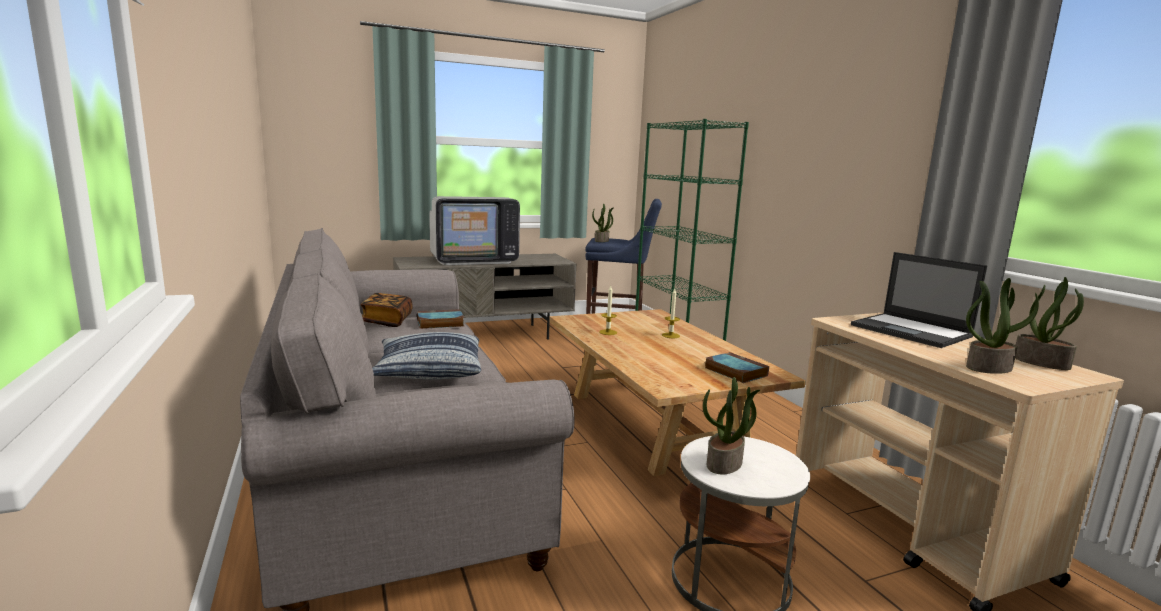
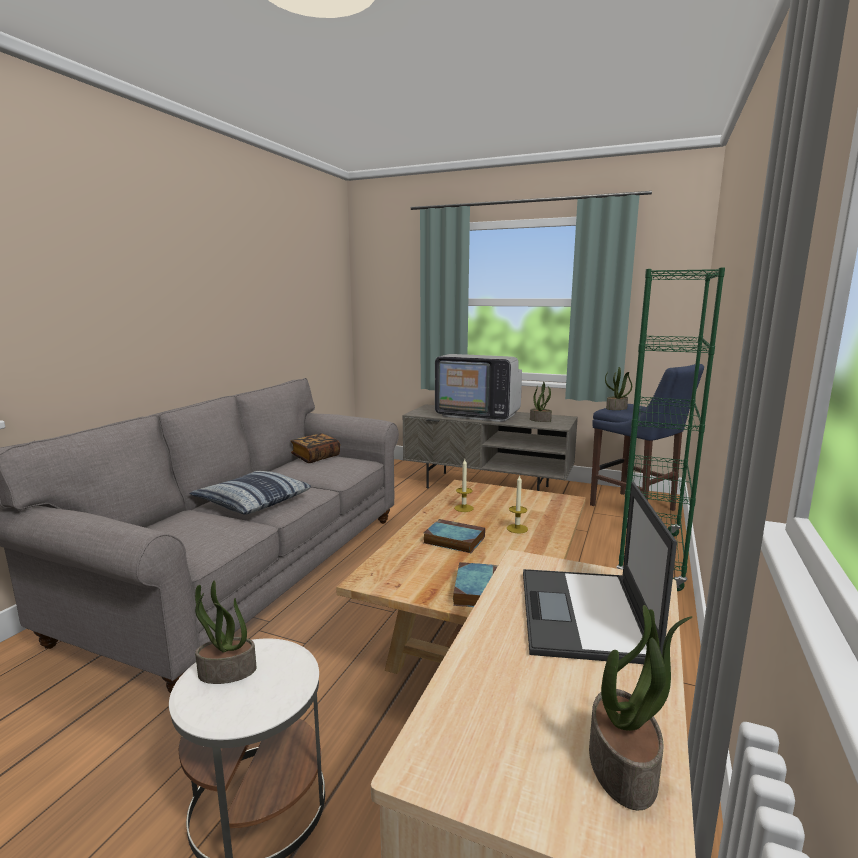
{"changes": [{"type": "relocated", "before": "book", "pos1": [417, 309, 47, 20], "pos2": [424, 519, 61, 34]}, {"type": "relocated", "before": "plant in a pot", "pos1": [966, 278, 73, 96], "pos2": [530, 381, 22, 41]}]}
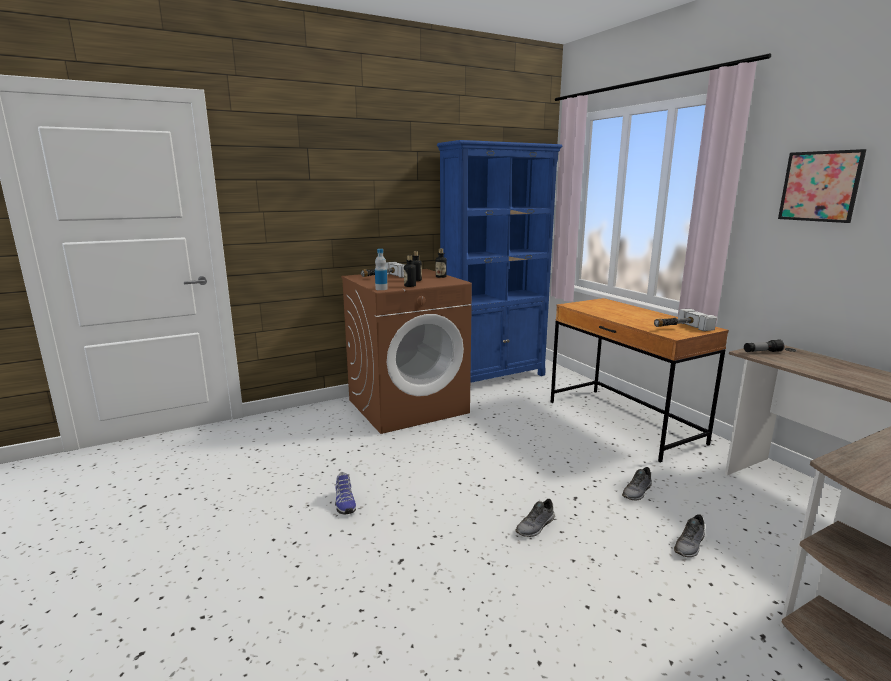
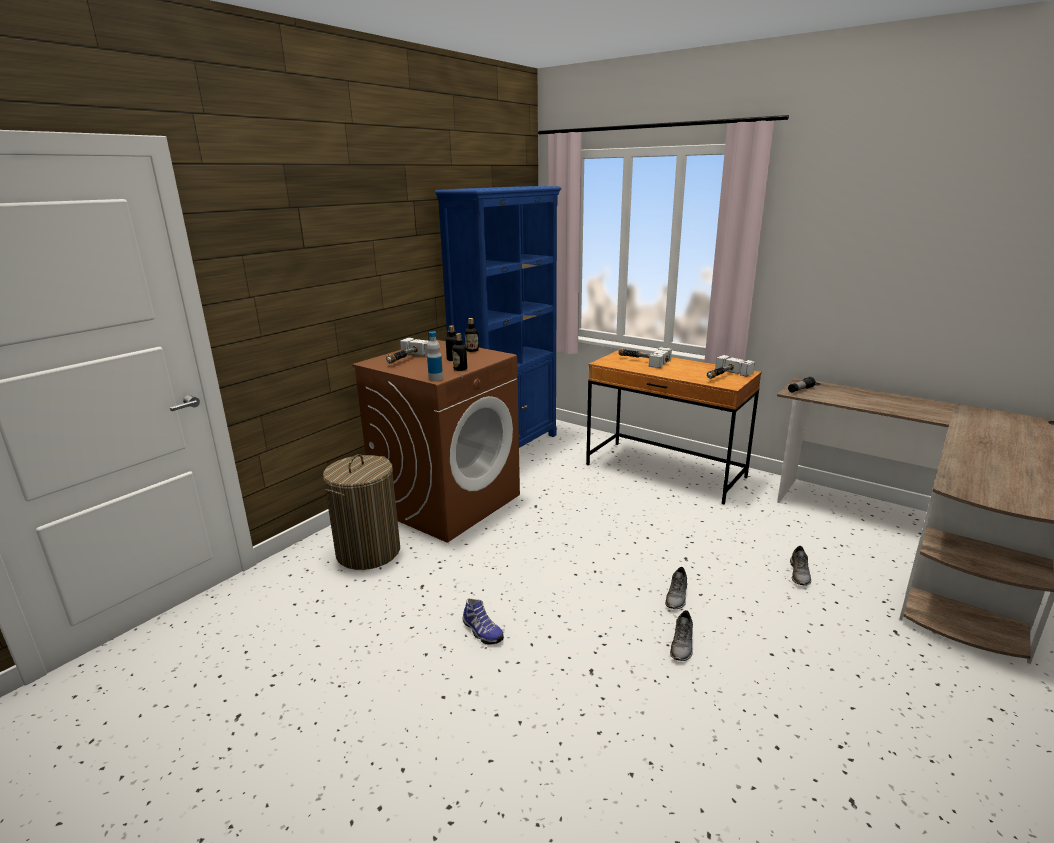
{"changes": [{"type": "missing", "before": "wall art", "pos1": [778, 149, 88, 74]}, {"type": "appeared", "after": "washing basket", "pos2": [323, 454, 77, 116]}, {"type": "appeared", "after": "hammer", "pos2": [618, 347, 54, 21]}, {"type": "relocated", "before": "low shoe/gray", "pos1": [622, 467, 30, 33], "pos2": [670, 610, 23, 51]}]}
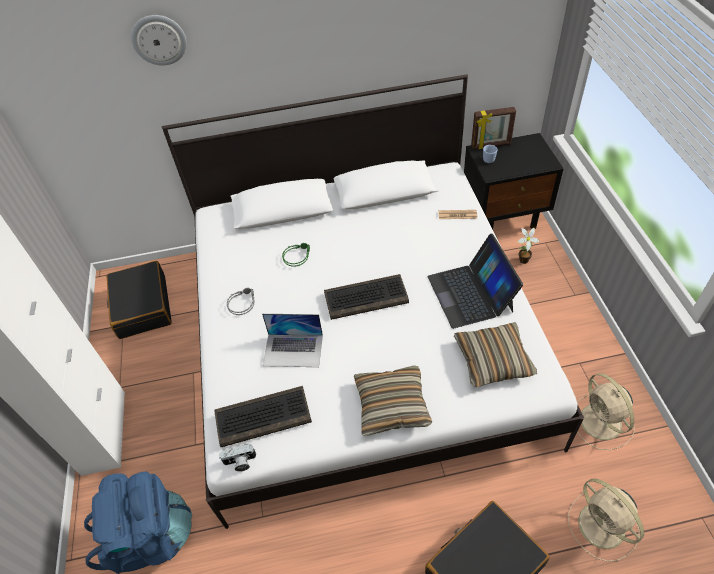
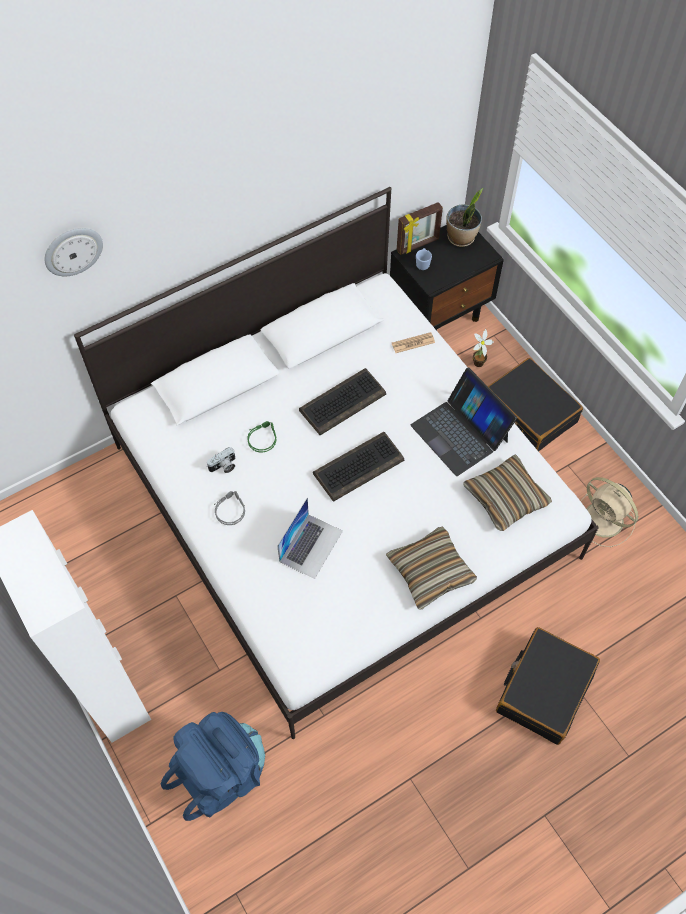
{"changes": [{"type": "missing", "before": "electric fan/beige", "pos1": [568, 478, 76, 84]}, {"type": "appeared", "after": "plant in a pot", "pos2": [446, 188, 37, 59]}, {"type": "relocated", "before": "piece of luggage/blackish", "pos1": [106, 261, 66, 78], "pos2": [488, 358, 95, 94]}, {"type": "relocated", "before": "PC keyboard", "pos1": [214, 386, 98, 61], "pos2": [299, 368, 87, 67]}, {"type": "relocated", "before": "photo camera", "pos1": [219, 444, 37, 28], "pos2": [207, 447, 28, 26]}, {"type": "spun", "before": "notebook computer", "pos1": [262, 314, 61, 53], "pos2": [277, 498, 66, 81], "turn": -45}]}
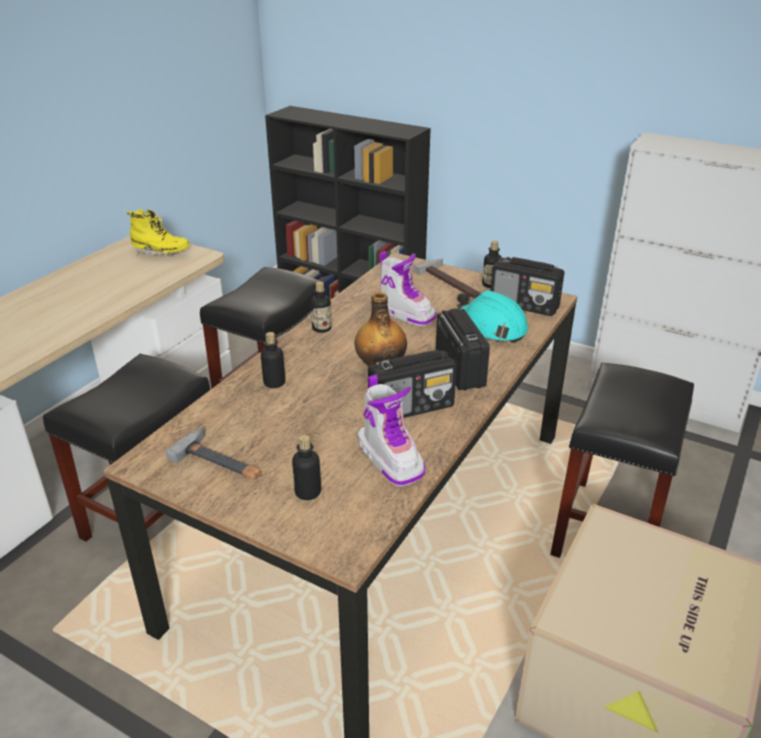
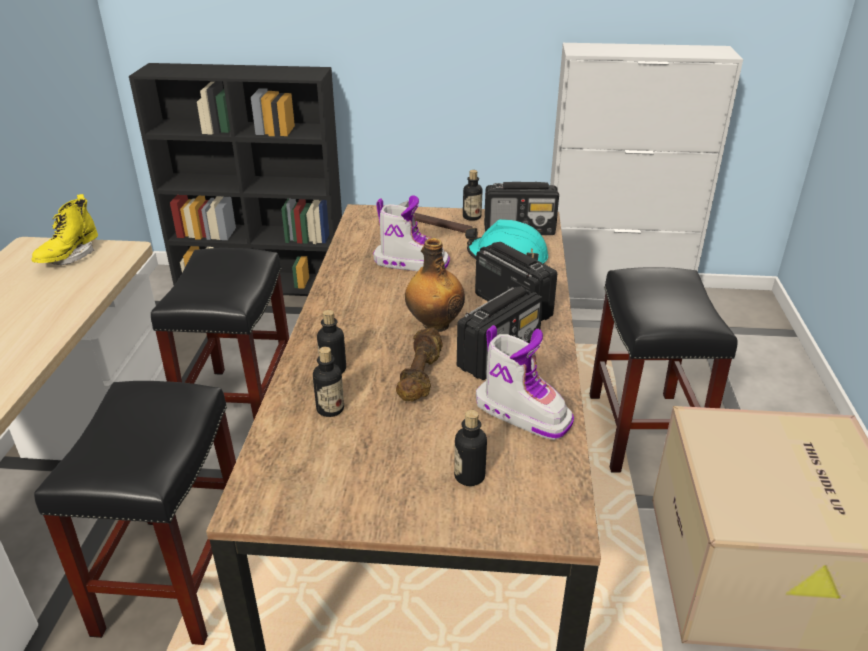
{"changes": [{"type": "missing", "before": "hammer", "pos1": [166, 427, 96, 53]}, {"type": "appeared", "after": "dumbbell/brownish", "pos2": [396, 327, 46, 75]}, {"type": "relocated", "before": "beverage bottle", "pos1": [311, 281, 21, 52], "pos2": [313, 347, 31, 70]}, {"type": "spun", "before": "boot/yellow-coloured", "pos1": [127, 209, 63, 47], "pos2": [31, 194, 67, 71], "turn": 120}]}
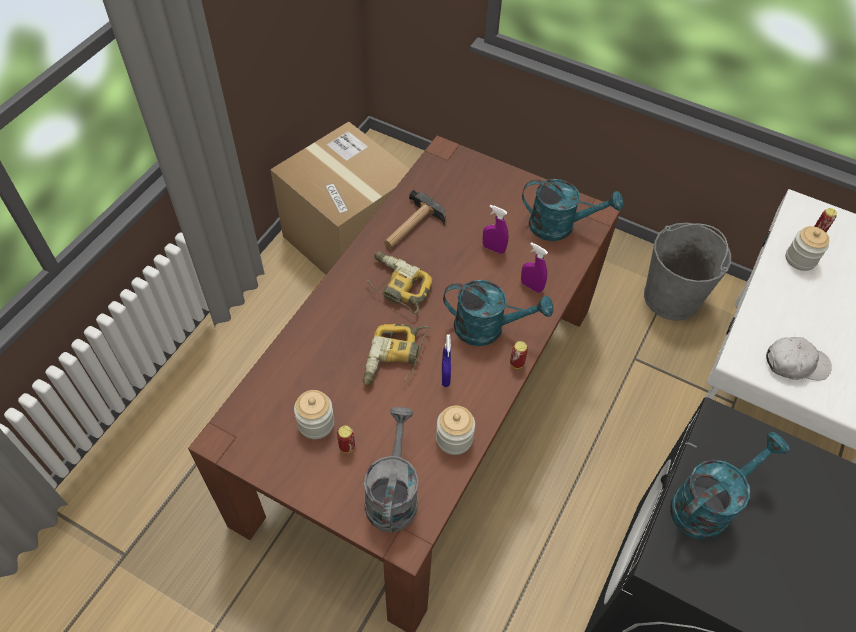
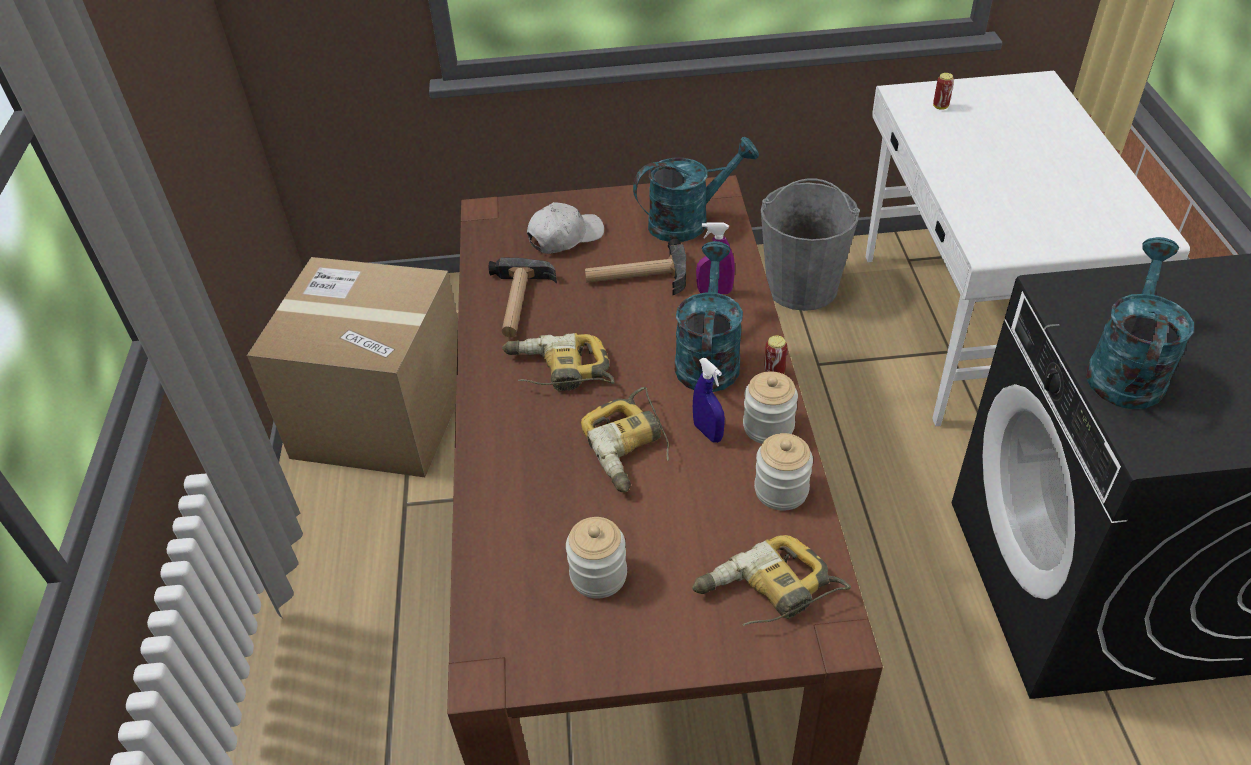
{"changes": [{"type": "missing", "before": "sealed can", "pos1": [337, 425, 18, 28]}, {"type": "relocated", "before": "cap/whitish", "pos1": [766, 337, 66, 44], "pos2": [527, 202, 77, 52]}, {"type": "relocated", "before": "storage jar", "pos1": [786, 226, 43, 45], "pos2": [743, 371, 55, 73]}, {"type": "exchanged", "before": "sprinkling can/gray", "after": "power drill", "pos1": [364, 407, 55, 125], "pos2": [692, 535, 159, 91]}, {"type": "exchanged", "before": "sprayer/purple", "after": "hammer", "pos1": [483, 205, 26, 49], "pos2": [585, 239, 101, 56]}, {"type": "spun", "before": "sprinkling can/turquoise-coloured", "pos1": [443, 280, 110, 66], "pos2": [675, 241, 68, 151], "turn": -60}]}
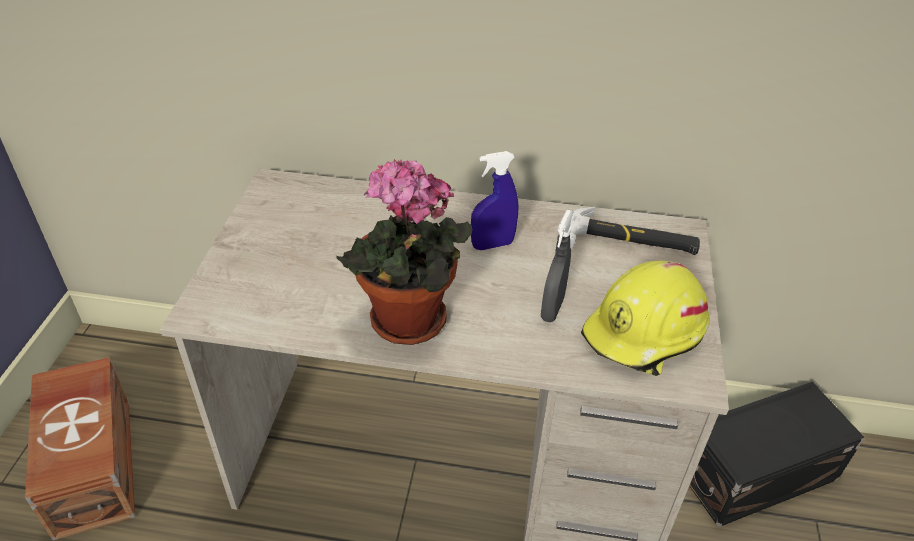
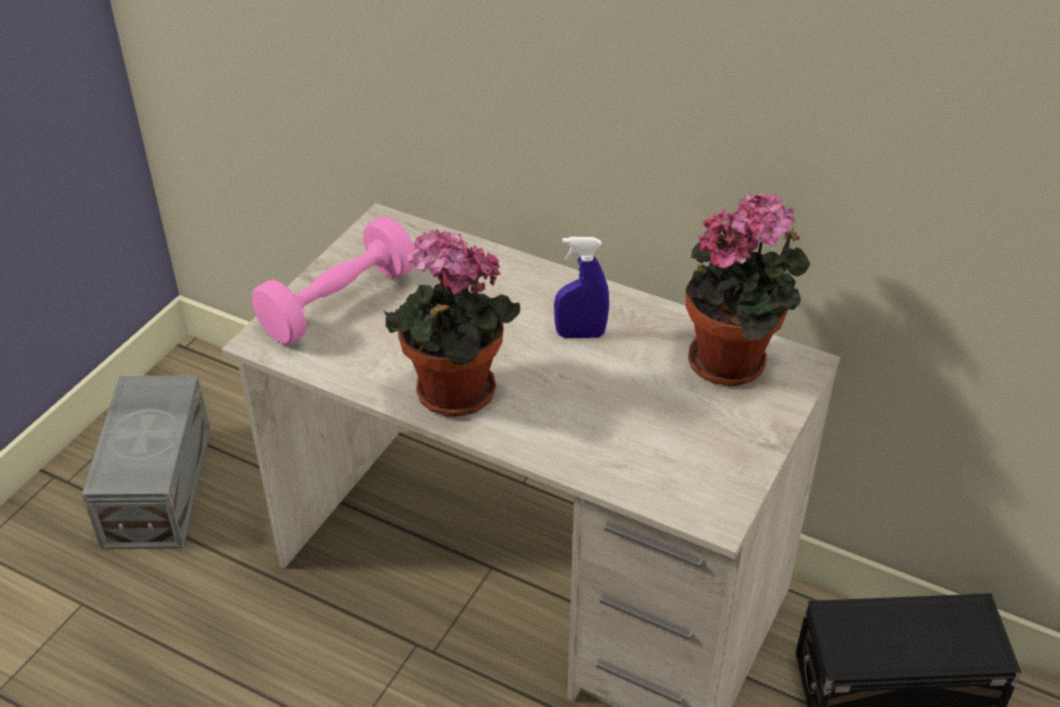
{"changes": [{"type": "missing", "before": "sprayer/gray", "pos1": [541, 209, 33, 113]}, {"type": "missing", "before": "hard hat/yellow-coloured", "pos1": [581, 261, 129, 115]}, {"type": "appeared", "after": "dumbbell/pink", "pos2": [252, 216, 163, 128]}, {"type": "exchanged", "before": "hammer", "after": "plant in a pot", "pos1": [570, 207, 130, 48], "pos2": [686, 192, 124, 194]}, {"type": "colour", "before": "storage bin/brownish", "after": "storage bin/gray", "pos1": [25, 357, 110, 183], "pos2": [82, 375, 129, 174]}]}
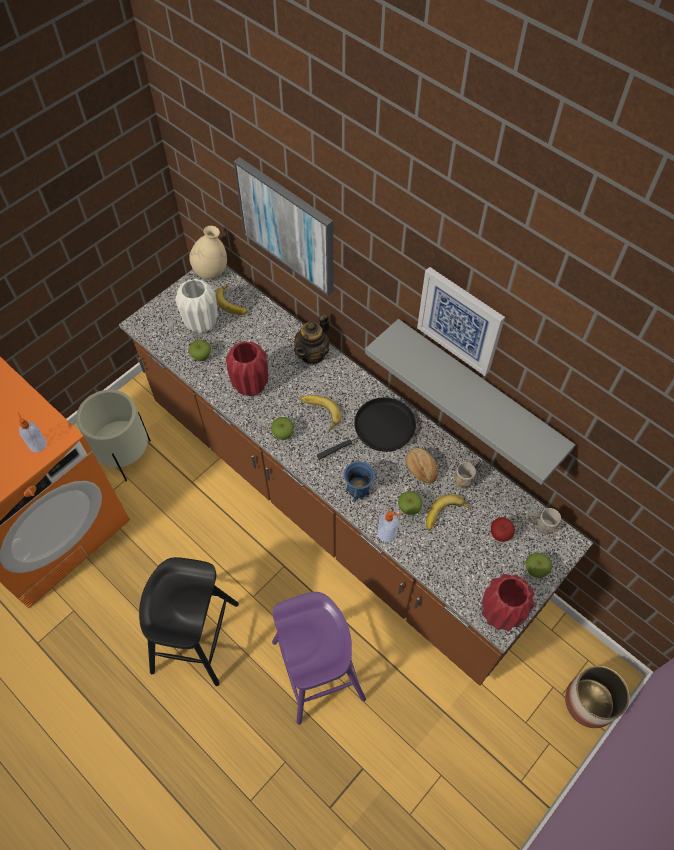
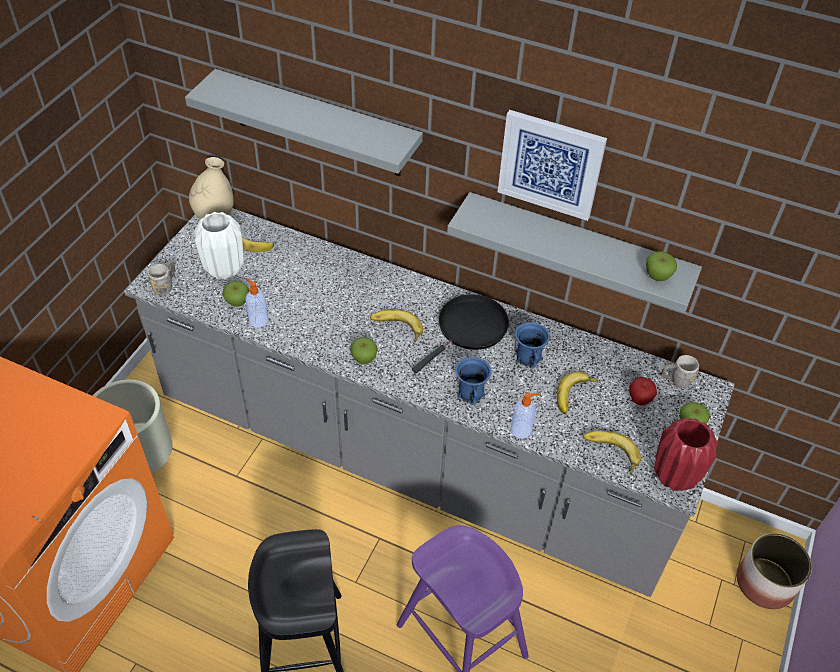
{"changes": [{"type": "missing", "before": "vase/red", "pos1": [226, 341, 42, 55]}, {"type": "missing", "before": "teapot", "pos1": [293, 314, 37, 51]}, {"type": "appeared", "after": "banana", "pos2": [583, 431, 58, 43]}, {"type": "relocated", "before": "liquid soap bottle", "pos1": [18, 412, 29, 40], "pos2": [245, 277, 24, 51]}, {"type": "relocated", "before": "whole apple", "pos1": [398, 491, 25, 24], "pos2": [646, 251, 31, 30]}, {"type": "relocated", "before": "coffee mug/gray", "pos1": [454, 460, 26, 29], "pos2": [148, 261, 27, 34]}, {"type": "exchanged", "before": "wall art", "after": "shelf/gray", "pos1": [233, 157, 101, 139], "pos2": [185, 69, 238, 107]}, {"type": "exchanged", "before": "bakery bread", "after": "coffee mug/blue-coloured", "pos1": [405, 448, 33, 35], "pos2": [515, 322, 35, 46]}, {"type": "colour", "before": "kitchen counter/brownish", "after": "kitchen counter/gray", "pos1": [119, 266, 474, 420], "pos2": [124, 208, 611, 389]}]}
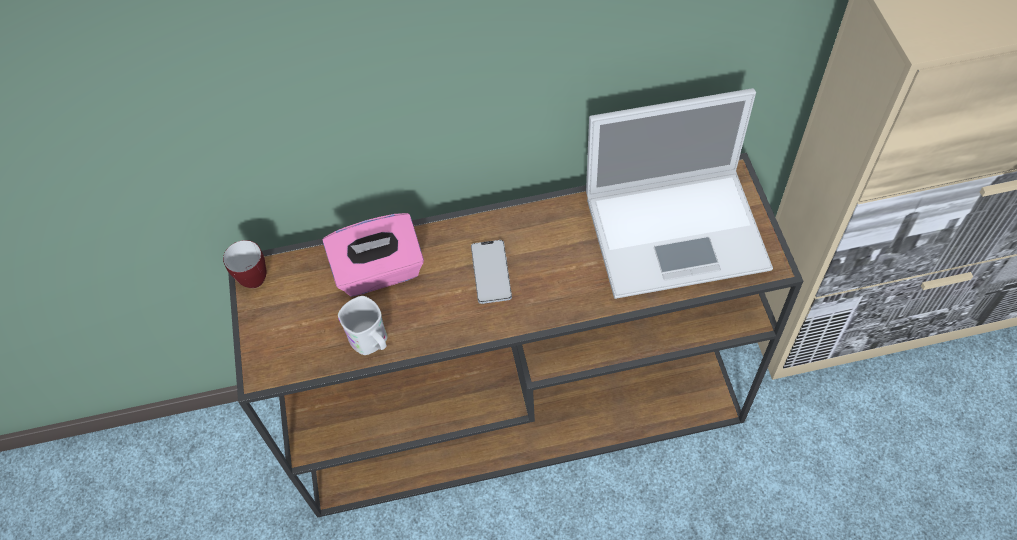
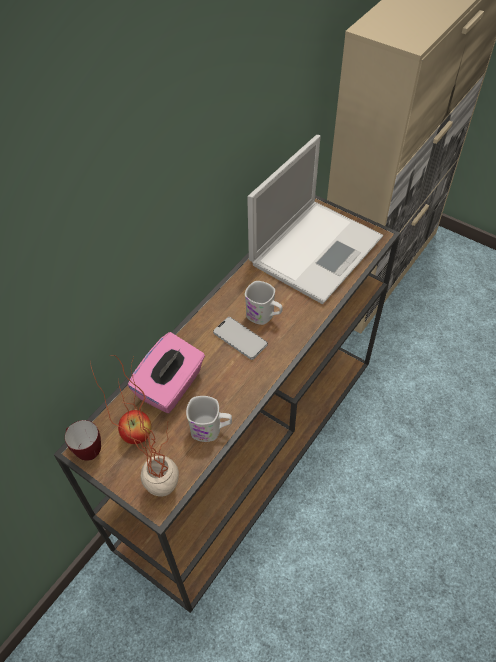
{"changes": [{"type": "appeared", "after": "plant in a pot", "pos2": [90, 355, 89, 142]}, {"type": "appeared", "after": "whole apple", "pos2": [118, 410, 33, 34]}, {"type": "appeared", "after": "coffee mug/whitish", "pos2": [245, 281, 38, 44]}]}
